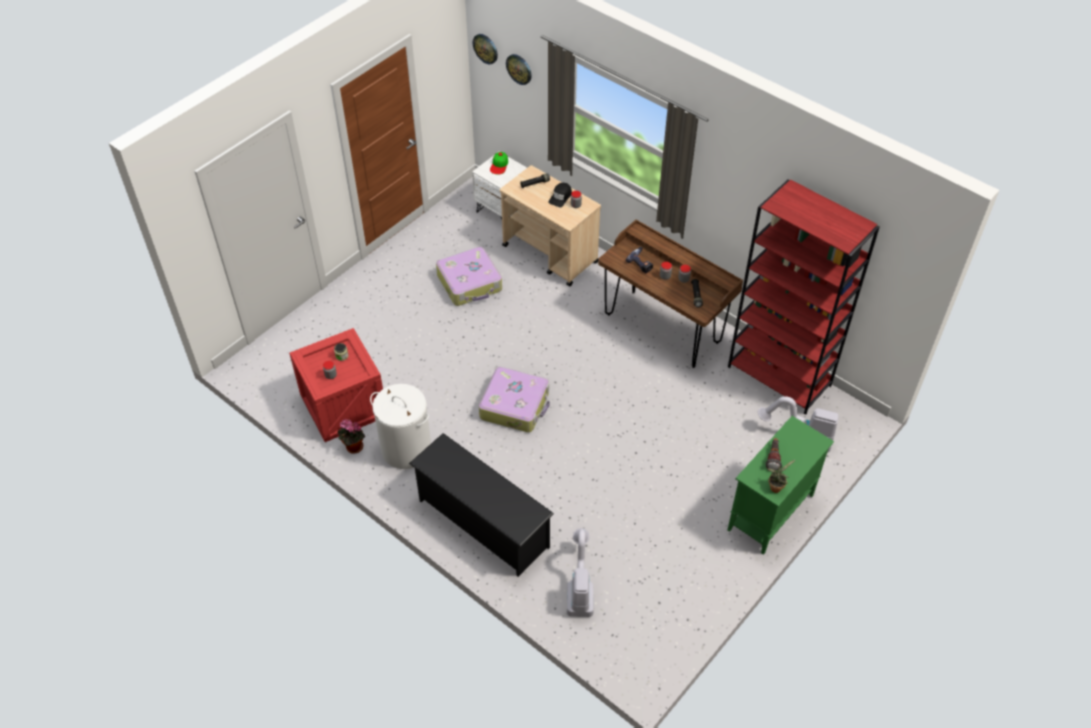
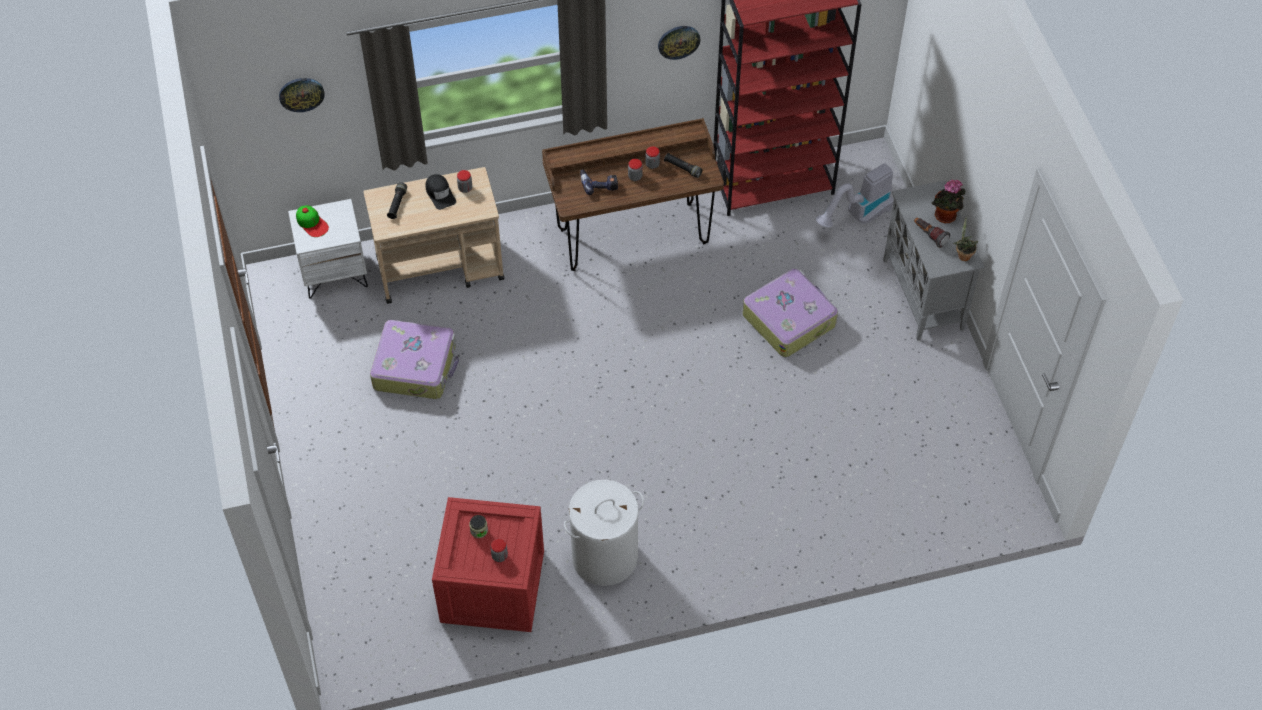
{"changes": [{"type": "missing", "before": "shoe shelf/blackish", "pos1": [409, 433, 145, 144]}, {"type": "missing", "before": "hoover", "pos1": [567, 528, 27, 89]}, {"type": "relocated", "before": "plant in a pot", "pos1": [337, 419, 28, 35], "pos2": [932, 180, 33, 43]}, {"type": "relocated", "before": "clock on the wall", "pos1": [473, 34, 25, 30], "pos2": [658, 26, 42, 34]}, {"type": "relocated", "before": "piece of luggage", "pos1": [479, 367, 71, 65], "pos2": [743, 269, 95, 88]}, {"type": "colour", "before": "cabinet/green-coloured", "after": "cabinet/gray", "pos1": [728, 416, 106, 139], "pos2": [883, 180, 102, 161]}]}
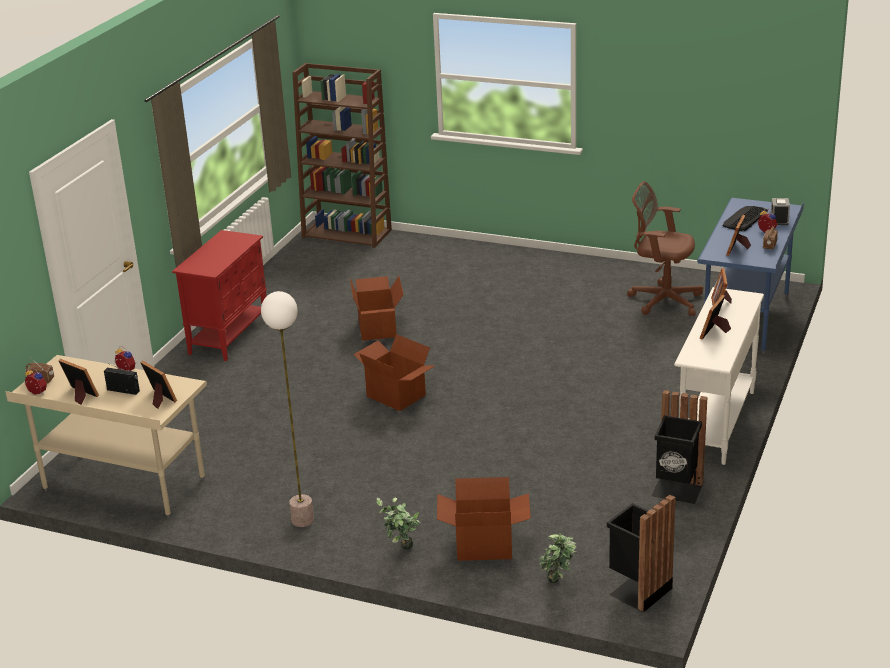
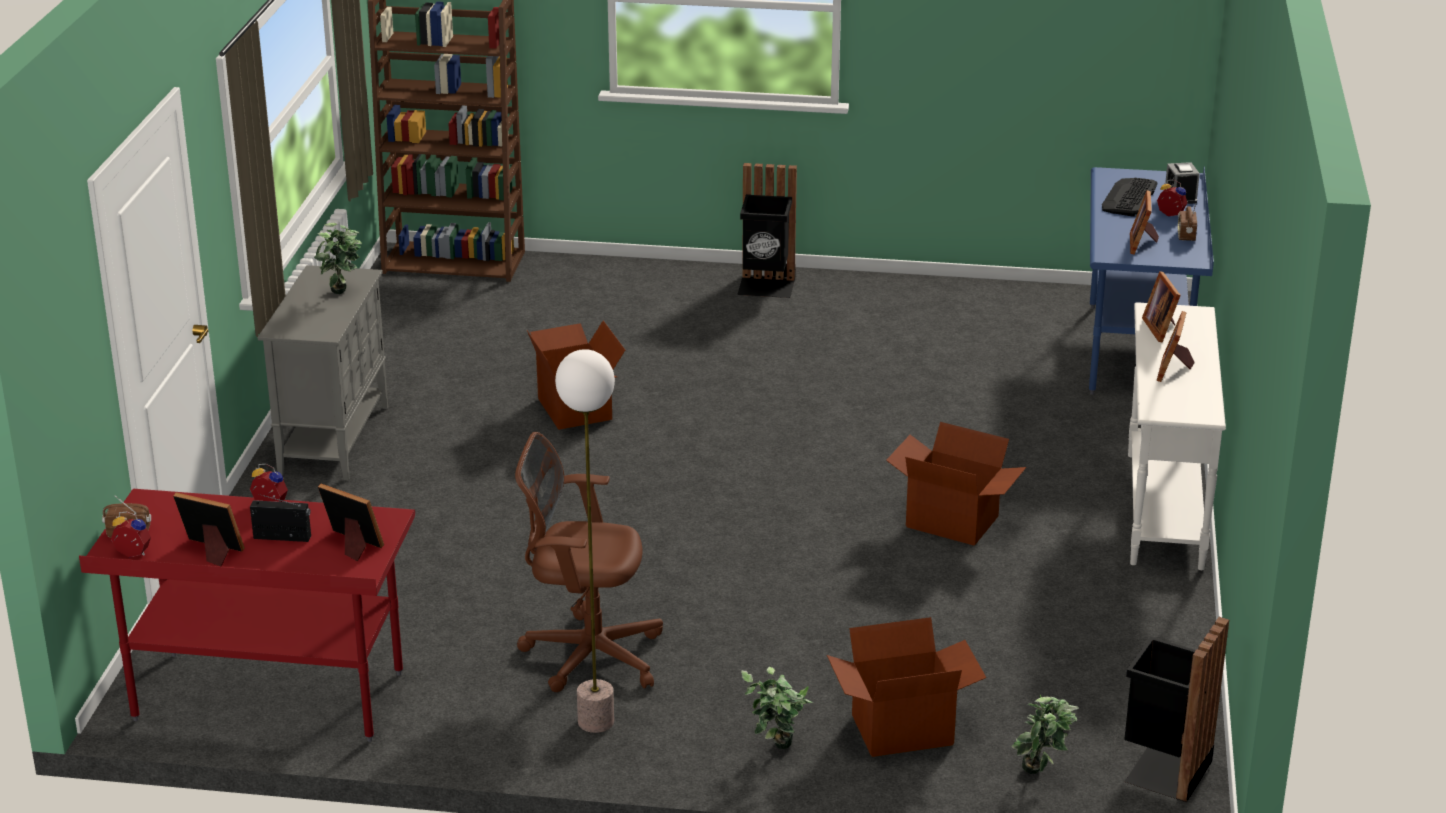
{"changes": [{"type": "appeared", "after": "plant in a pot", "pos2": [314, 223, 48, 71]}, {"type": "relocated", "before": "cardboard box", "pos1": [353, 334, 81, 77], "pos2": [886, 422, 140, 124]}, {"type": "relocated", "before": "office chair/brownish", "pos1": [627, 181, 76, 135], "pos2": [515, 432, 148, 260]}, {"type": "relocated", "before": "rubbish bin/blackish", "pos1": [652, 390, 55, 114], "pos2": [737, 163, 60, 135]}, {"type": "colour", "before": "desk/beige", "after": "desk/red", "pos1": [5, 355, 202, 163], "pos2": [79, 489, 336, 253]}, {"type": "colour", "before": "cabinet/red", "after": "cabinet/gray", "pos1": [172, 230, 95, 131], "pos2": [258, 265, 130, 215]}]}
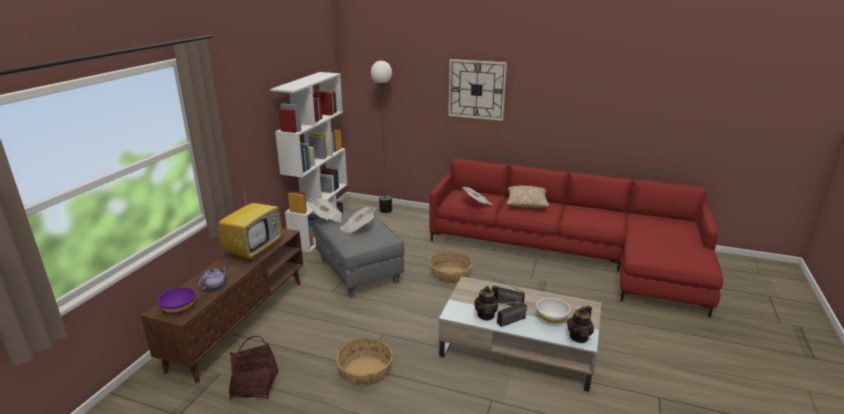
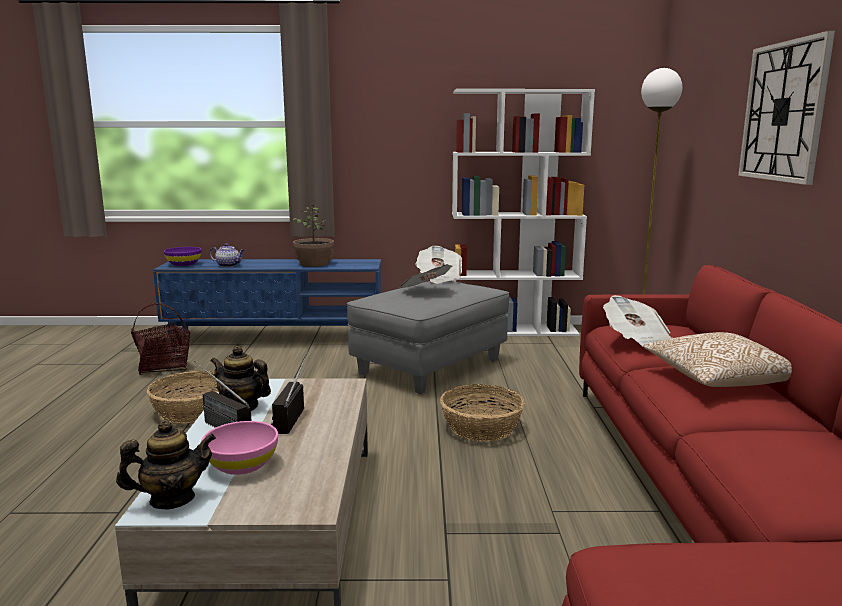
{"changes": [{"type": "exchanged", "before": "TV", "after": "plant in a pot", "pos1": [218, 176, 64, 86], "pos2": [293, 205, 42, 62]}, {"type": "colour", "before": "media console/brownish", "after": "media console/blue-coloured", "pos1": [140, 228, 163, 155], "pos2": [153, 259, 229, 75]}, {"type": "colour", "before": "serving bowl/whitish", "after": "serving bowl/pink", "pos1": [536, 298, 34, 26], "pos2": [201, 421, 77, 54]}, {"type": "spun", "before": "teapot", "pos1": [567, 306, 27, 37], "pos2": [116, 420, 100, 89], "turn": 135}]}
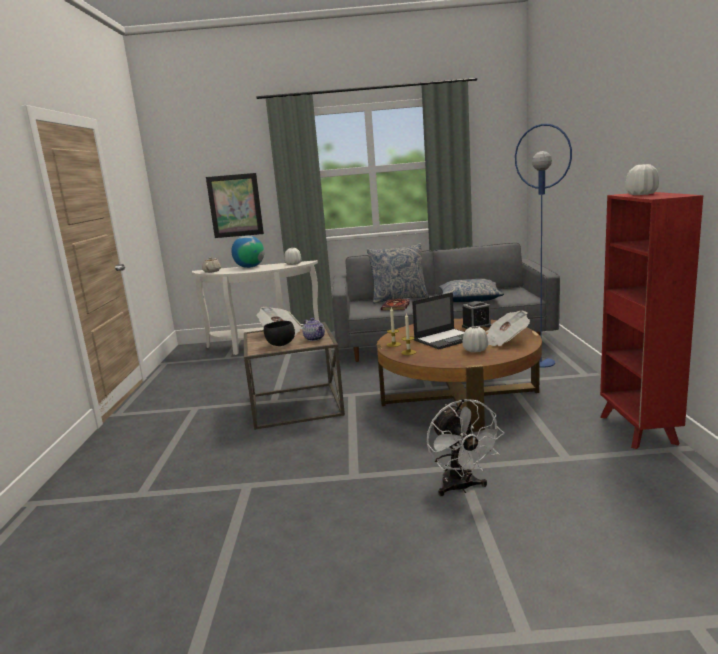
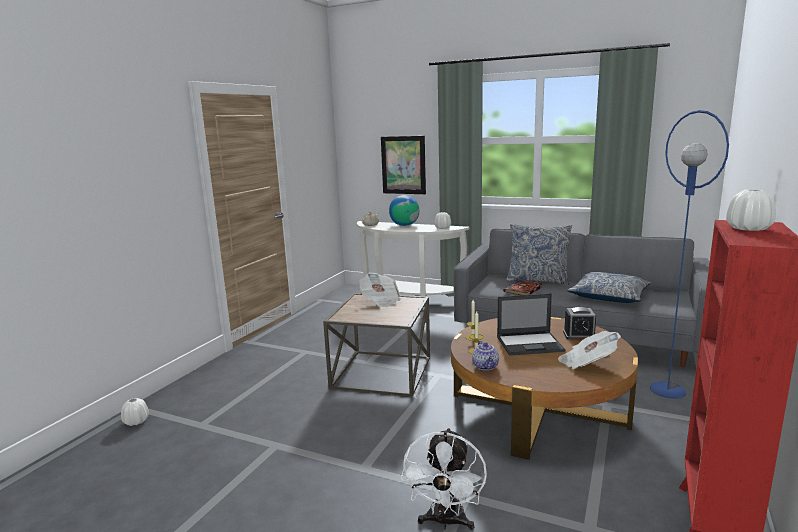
{"changes": [{"type": "missing", "before": "serving bowl/blackish", "pos1": [264, 321, 31, 25]}, {"type": "relocated", "before": "teapot", "pos1": [302, 318, 23, 23], "pos2": [472, 340, 27, 30]}, {"type": "relocated", "before": "vase/whitish", "pos1": [462, 326, 26, 26], "pos2": [121, 398, 28, 28]}]}
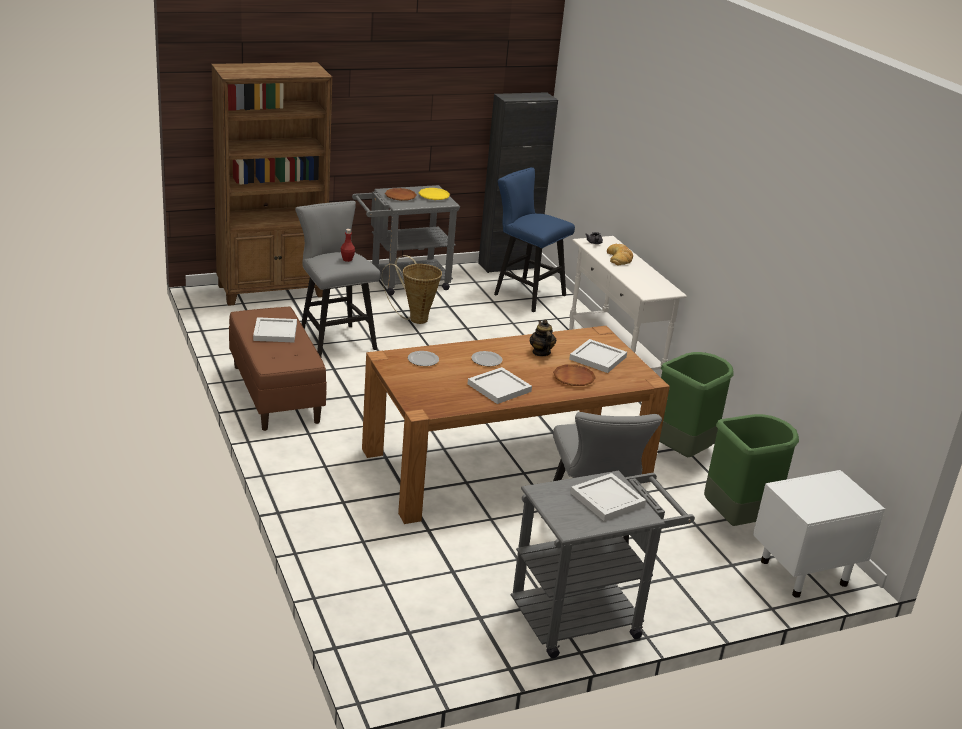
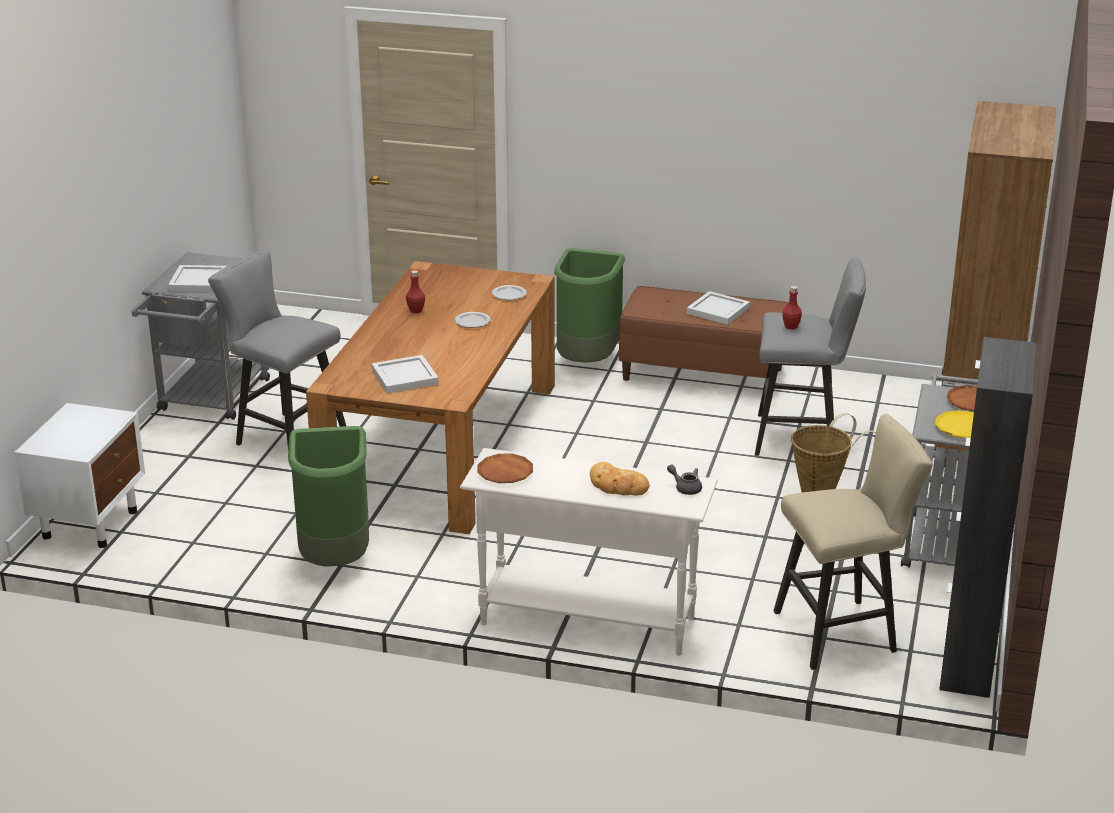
{"changes": [{"type": "missing", "before": "teapot", "pos1": [530, 319, 26, 38]}, {"type": "relocated", "before": "plate/brownish", "pos1": [553, 364, 43, 22], "pos2": [477, 454, 56, 29]}, {"type": "relocated", "before": "rubbish bin/green-coloured", "pos1": [704, 414, 95, 112], "pos2": [554, 248, 71, 115]}, {"type": "exchanged", "before": "tray/whitish", "after": "beverage bottle/red", "pos1": [468, 367, 64, 37], "pos2": [406, 270, 19, 43]}, {"type": "colour", "before": "stool seat/blue-coloured", "after": "stool seat/beige", "pos1": [494, 167, 81, 145], "pos2": [774, 414, 159, 256]}]}
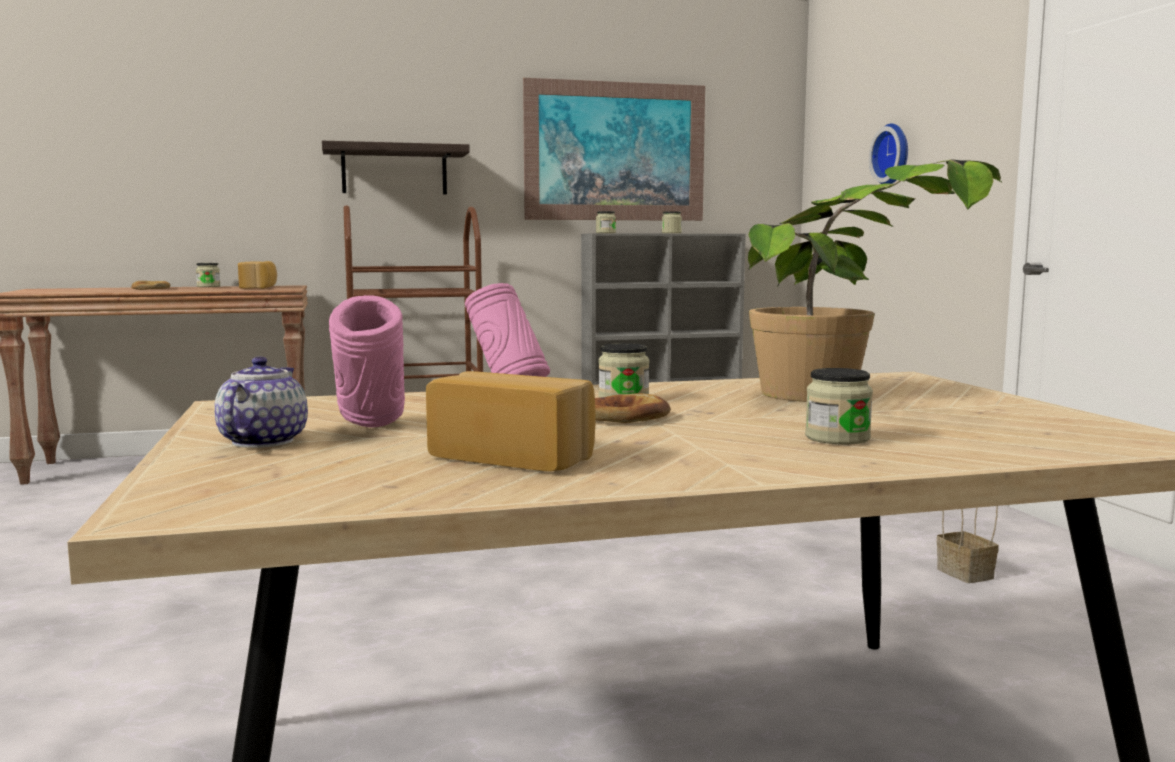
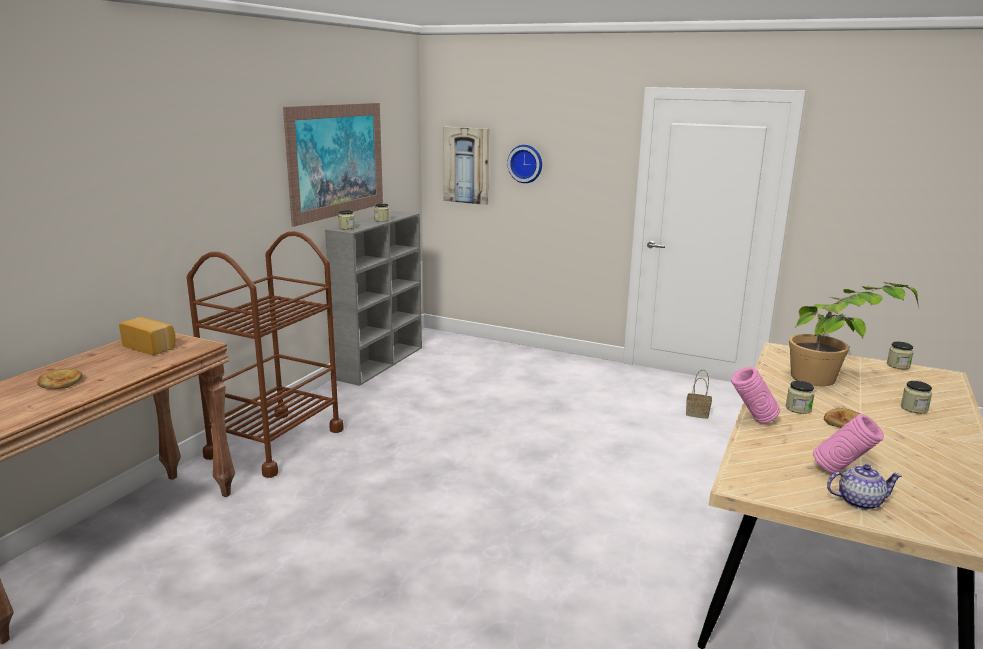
{"changes": [{"type": "missing", "before": "shelf", "pos1": [322, 141, 148, 53]}, {"type": "missing", "before": "bakery bread", "pos1": [426, 371, 170, 100]}, {"type": "appeared", "after": "wall art", "pos2": [443, 127, 46, 78]}, {"type": "relocated", "before": "storage jar", "pos1": [196, 263, 25, 24], "pos2": [887, 342, 26, 27]}, {"type": "spun", "before": "teapot", "pos1": [214, 357, 94, 91], "pos2": [827, 464, 75, 46], "turn": 135}]}
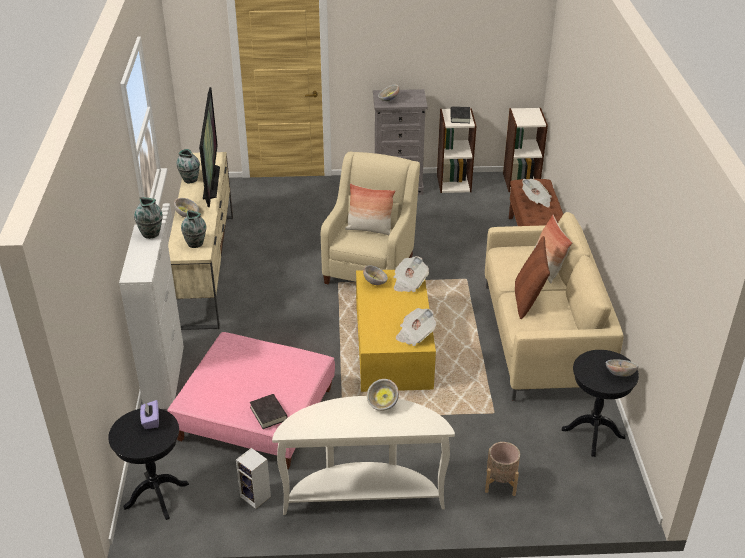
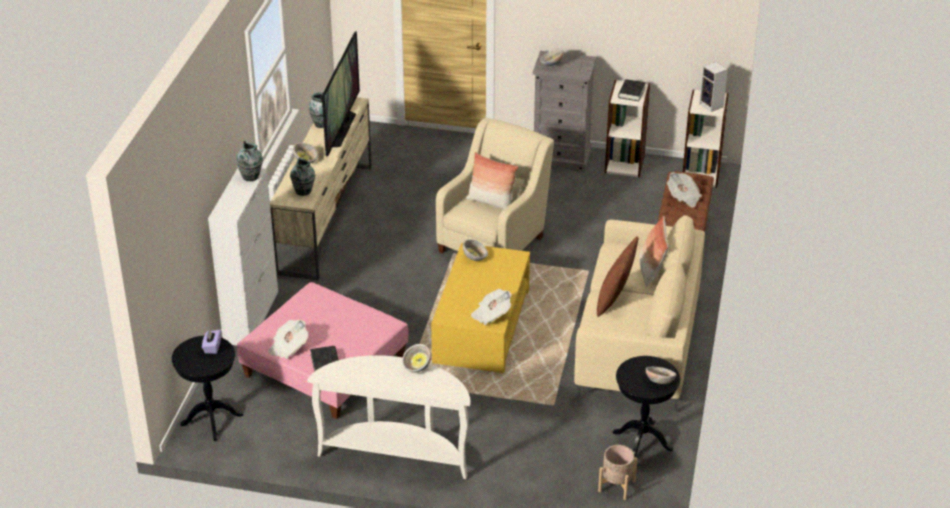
{"changes": [{"type": "relocated", "before": "audio speaker", "pos1": [236, 448, 35, 61], "pos2": [699, 62, 29, 50]}, {"type": "relocated", "before": "printed paper", "pos1": [393, 256, 36, 36], "pos2": [268, 320, 40, 39]}, {"type": "relocated", "before": "flower pot/beige", "pos1": [485, 442, 35, 54], "pos2": [598, 445, 40, 55]}]}
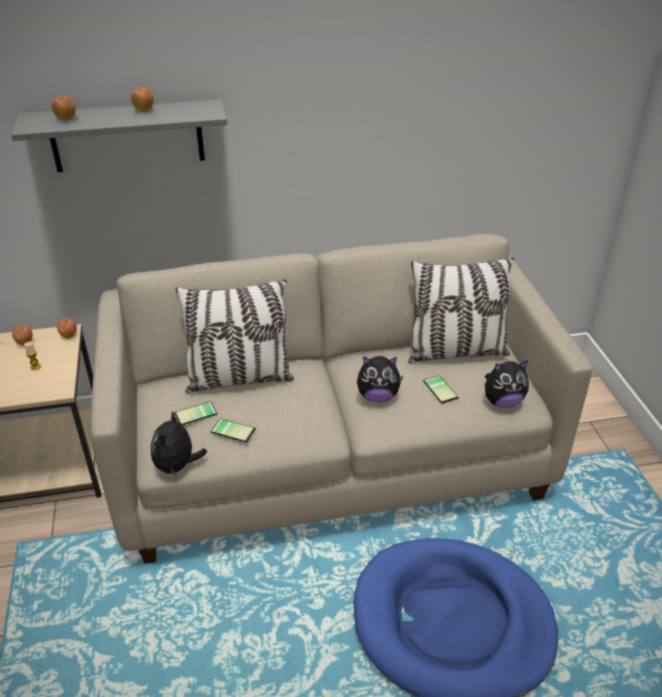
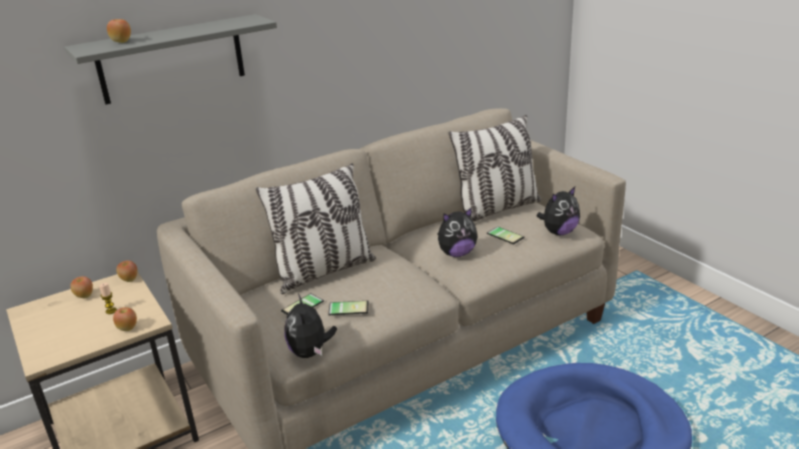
{"changes": [{"type": "relocated", "before": "whole apple", "pos1": [131, 88, 23, 24], "pos2": [113, 307, 24, 24]}]}
